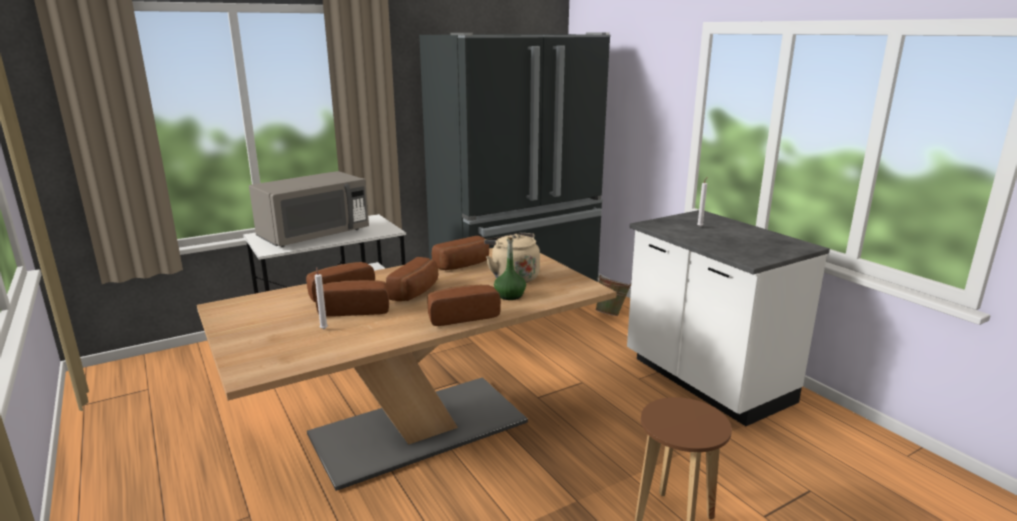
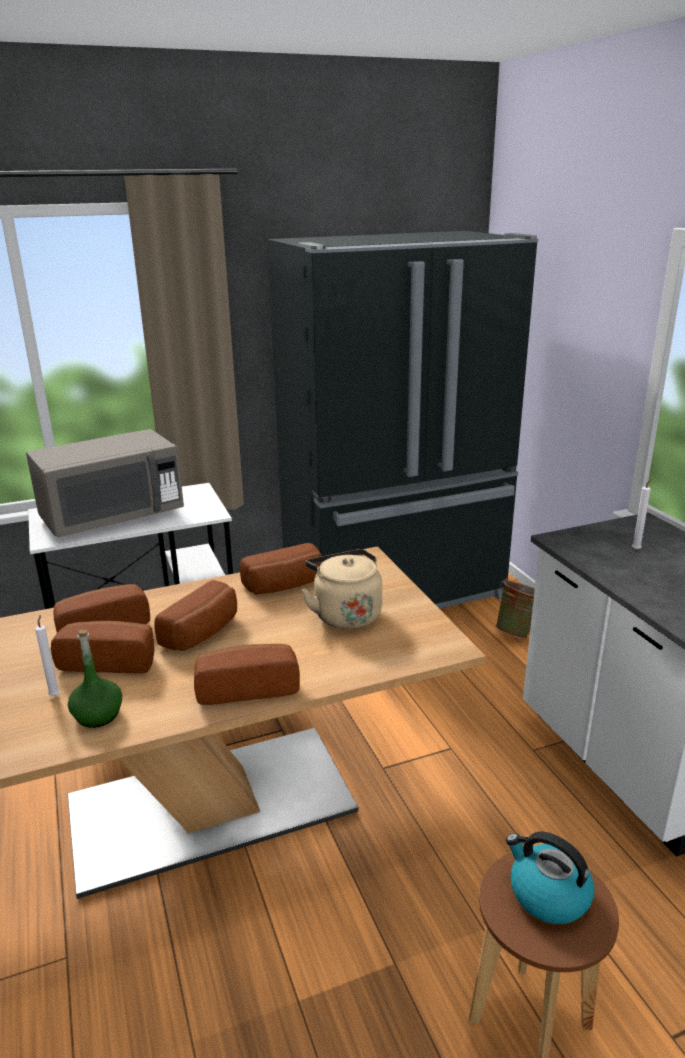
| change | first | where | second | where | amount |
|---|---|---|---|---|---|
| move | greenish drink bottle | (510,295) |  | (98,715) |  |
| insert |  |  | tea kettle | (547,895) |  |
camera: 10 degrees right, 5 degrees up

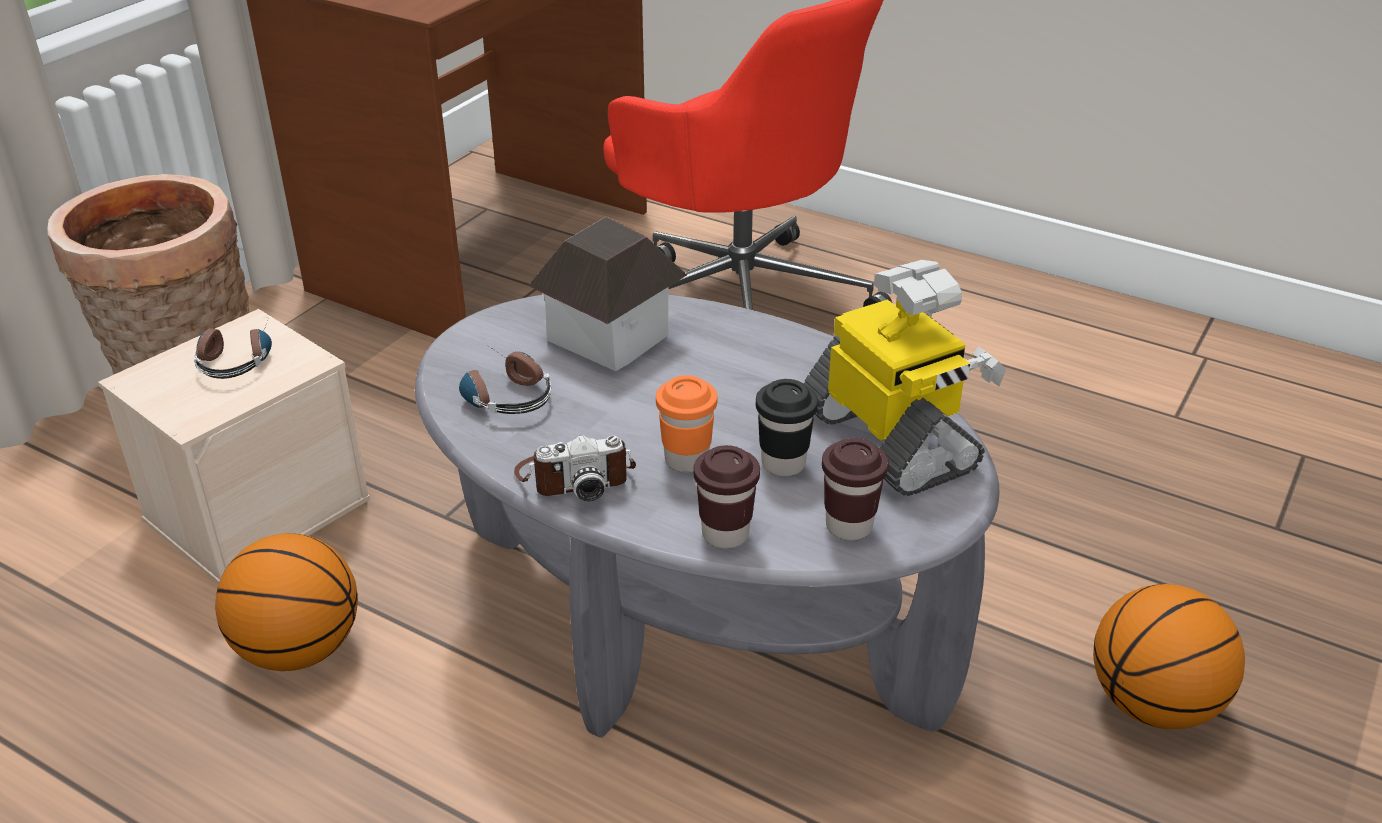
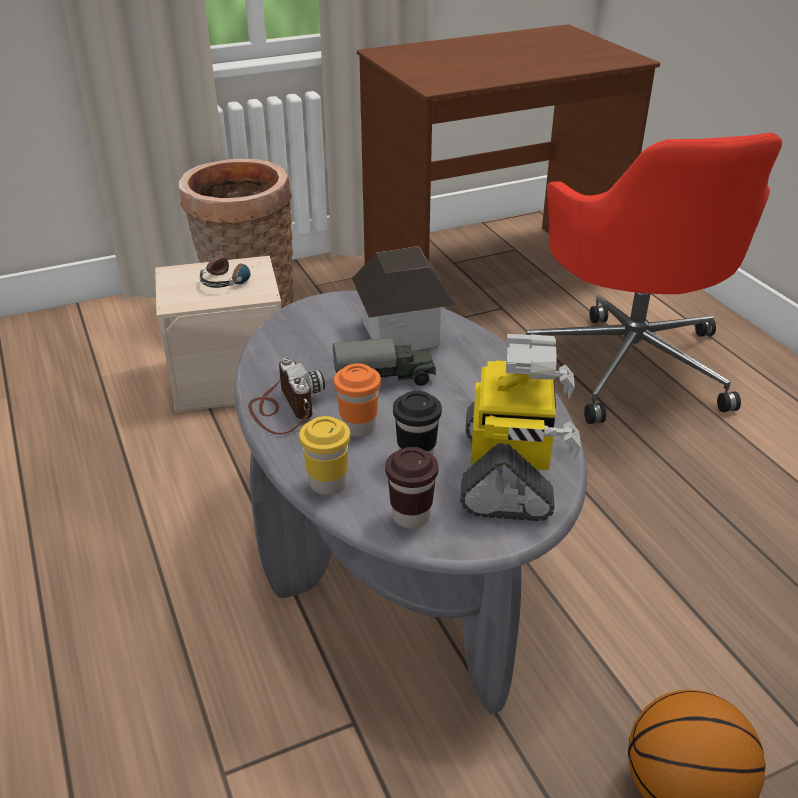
| change | first | where | second | where | amount |
|---|---|---|---|---|---|
| delete | basketball ball | (299,649) |  |  |  |
| delete | headphones | (501,393) |  |  |  |
| rotate | still camera | (575,476) |  | (284,408) | 135 degrees counterclockwise |
| recolor | brownish small cup | (725,534) | yellow small cup | (327,484) |  |
| insert |  |  | toy lorry | (385,380) |  |
camera: 35 degrees right, 0 degrees up

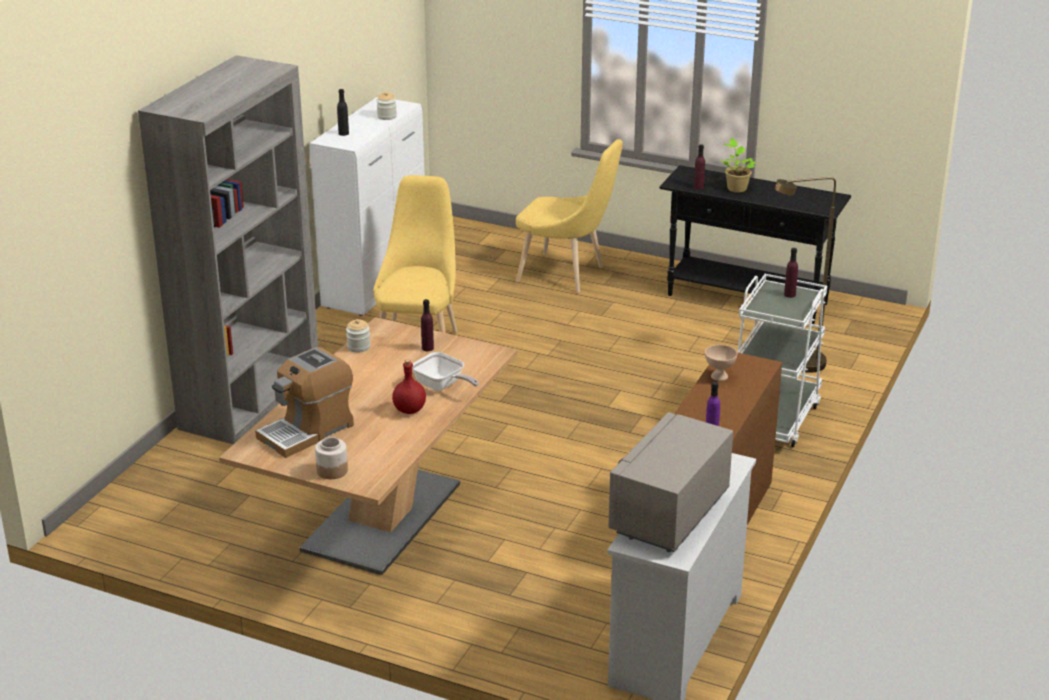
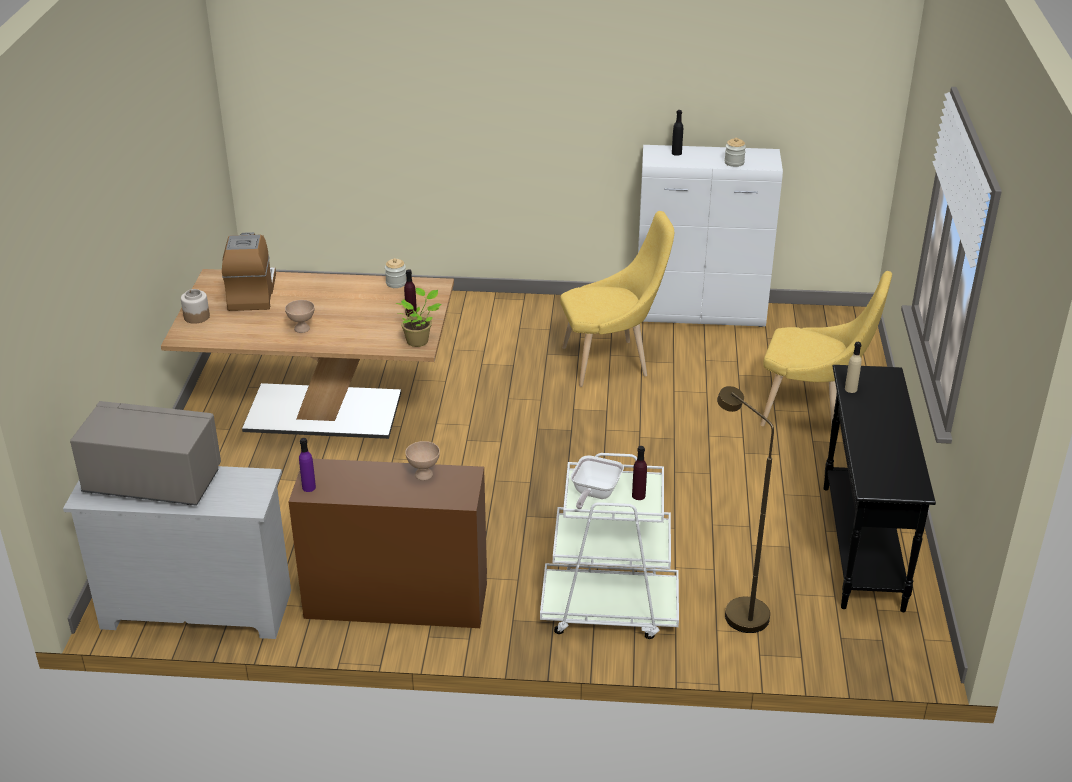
| change | first | where | second | where | amount |
|---|---|---|---|---|---|
| delete | grey bookcase | (251,399) |  |  |  |
| rotate | coffee machine | (307,431) |  | (252,293) | 60 degrees clockwise |
| replace | reddish drink bottle | (409,410) | beige deep dish | (301,328) |  |
| move | pan | (442,386) |  | (594,494) |  |
| rotate | yellow upright chair | (566,275) |  | (811,413) | 75 degrees counterclockwise |
| recolor | purple drink bottle | (698,187) | beige drink bottle | (850,389) |  |
| move | houseplant | (736,188) |  | (419,340) |  |
camera: 70 degrees right, 5 degrees up

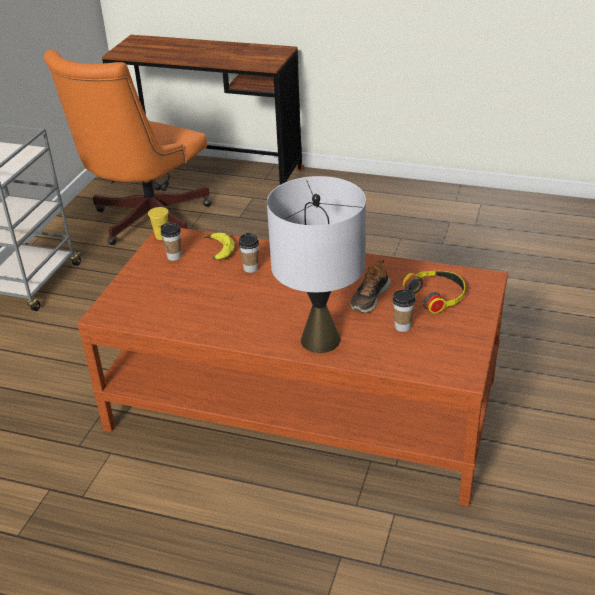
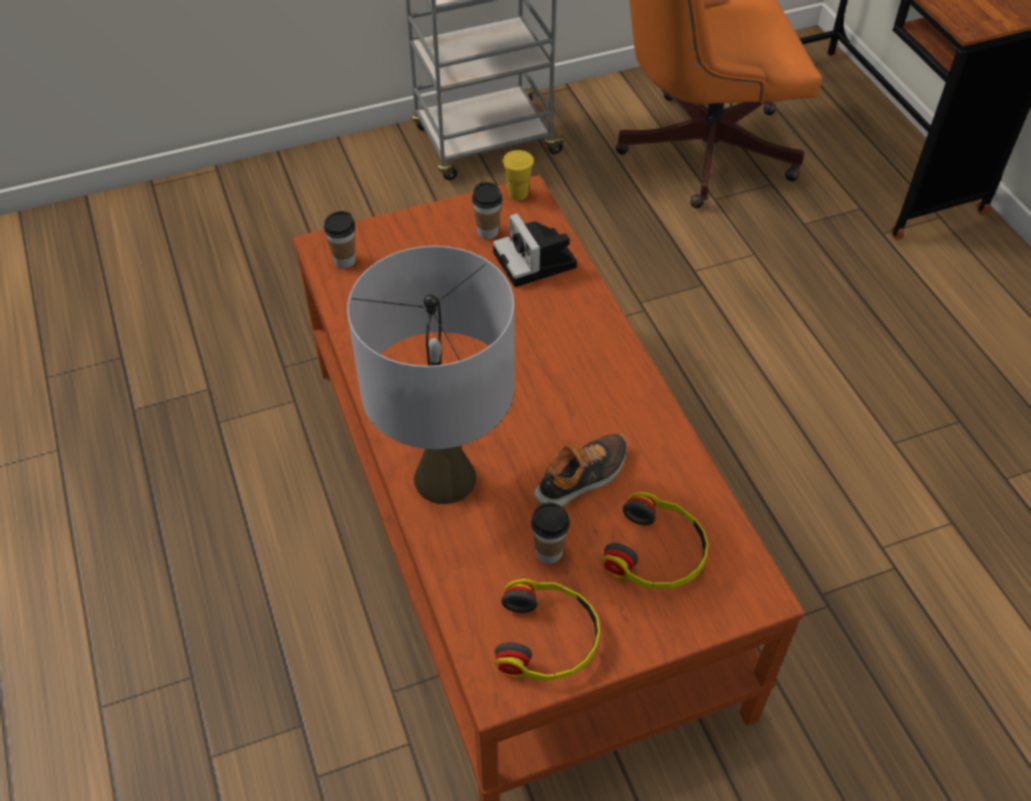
| change | first | where | second | where | amount |
|---|---|---|---|---|---|
| replace | banana fruit | (216,251) | still camera | (537,261) |  |
| move | small cup | (250,268) |  | (344,261) |  |
| rotate | low shoe | (369,297) |  | (582,477) | 150 degrees clockwise |
| insert |  |  | headphones | (548,639) |  |
camera: 50 degrees right, 15 degrees up

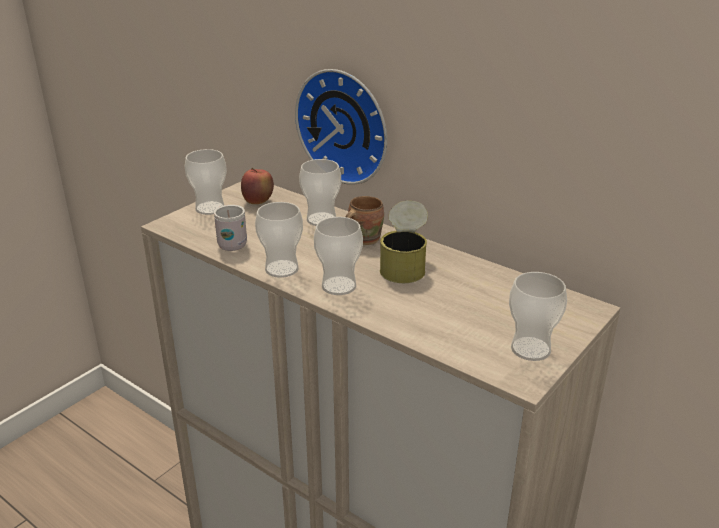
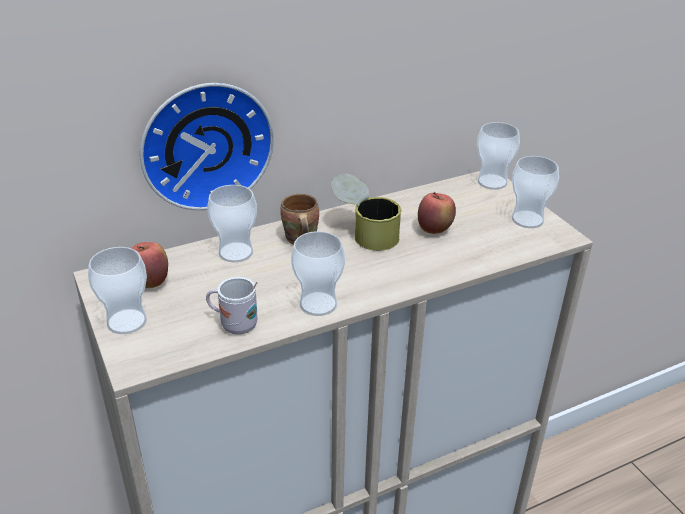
| change | first | where | second | where | amount |
|---|---|---|---|---|---|
| move | small cup | (339,286) |  | (492,182) |  |
| insert |  |  | whole apple | (434,230) |  |
camera: 65 degrees left, 5 degrees up

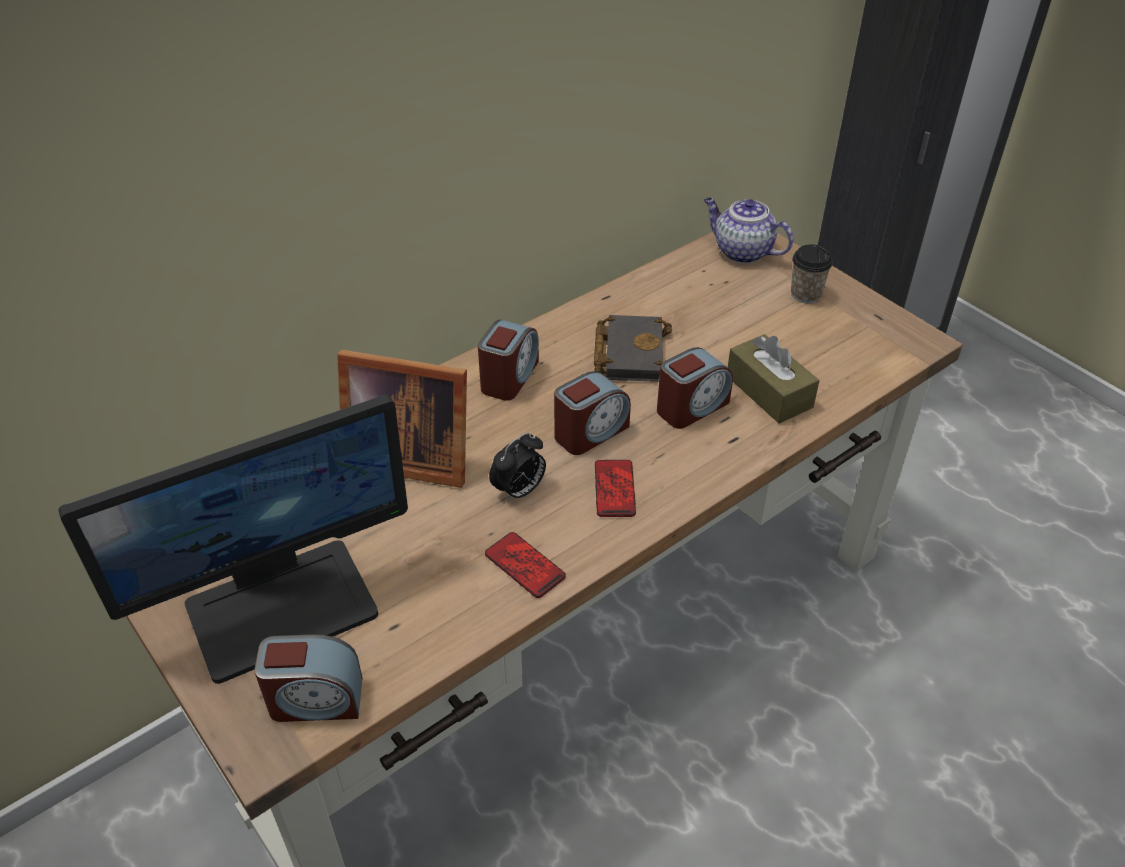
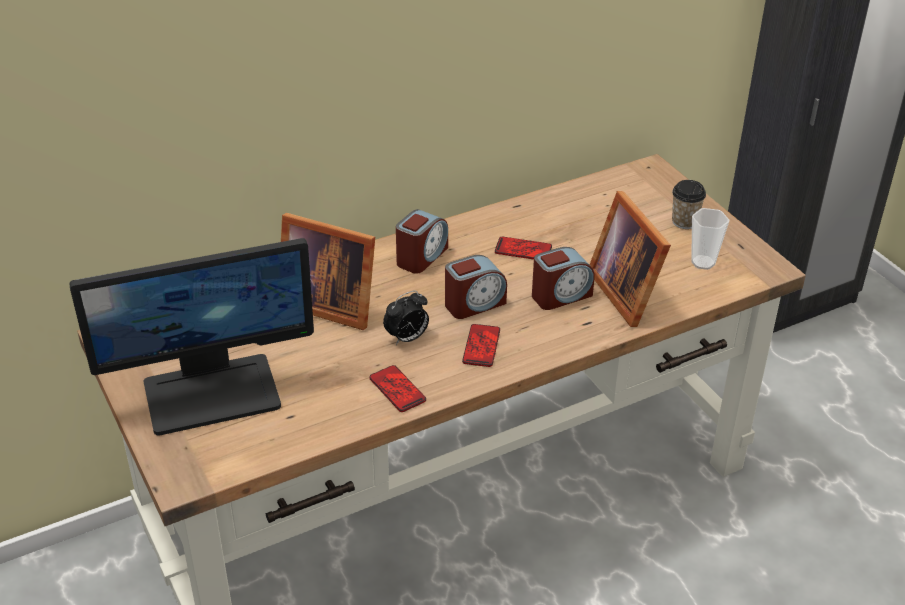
| change | first | where | second | where | amount |
|---|---|---|---|---|---|
| delete | bedside clock | (315,700) |  |  |  |
| replace | black volume | (629,353) | telephone | (523,250) |  |
| delete | pot for tea | (741,251) |  |  |  |
| replace | brownish box of tissues | (769,391) | photo frame | (628,291) |  |
| insert |  |  | small cup | (703,262) |  |
camera: 10 degrees right, 5 degrees down

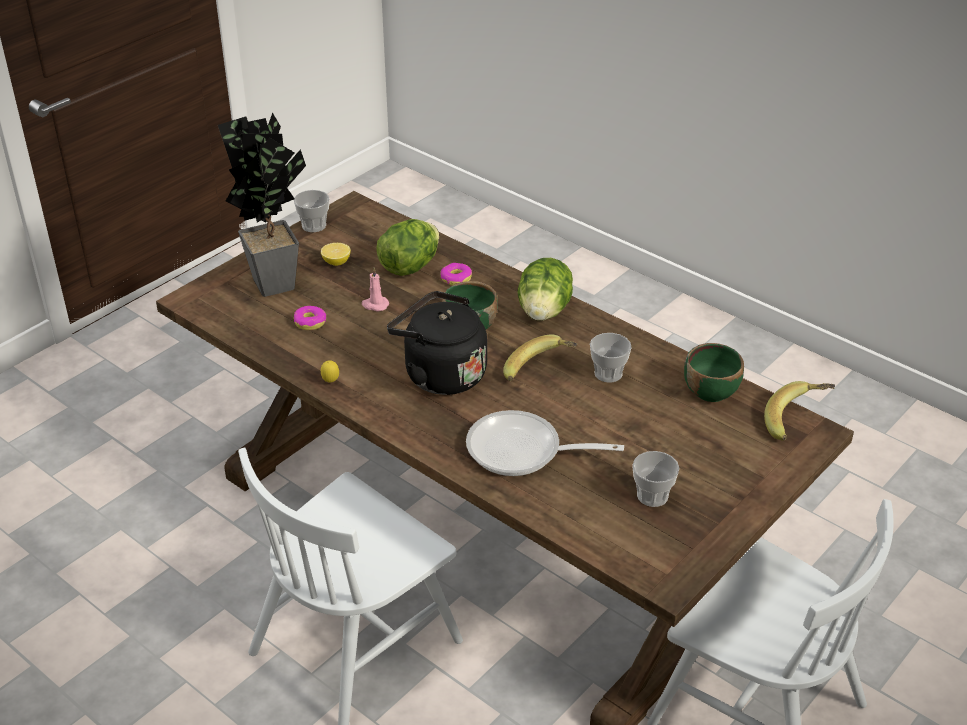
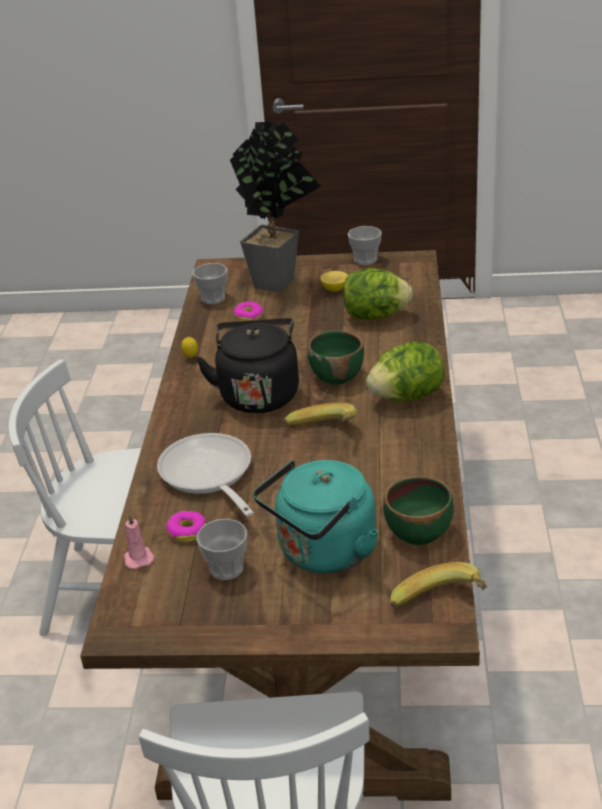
| change | first | where | second | where | amount |
|---|---|---|---|---|---|
| move | pink candle | (375,305) |  | (138,558) |  |
| move | ring doughnut | (456,278) |  | (187,531) |  |
| move | small cup | (608,373) |  | (213,298) |  |
| insert |  |  | turquoise-coloured tea kettle | (323,553) |  |
camera: 55 degrees right, 5 degrees down

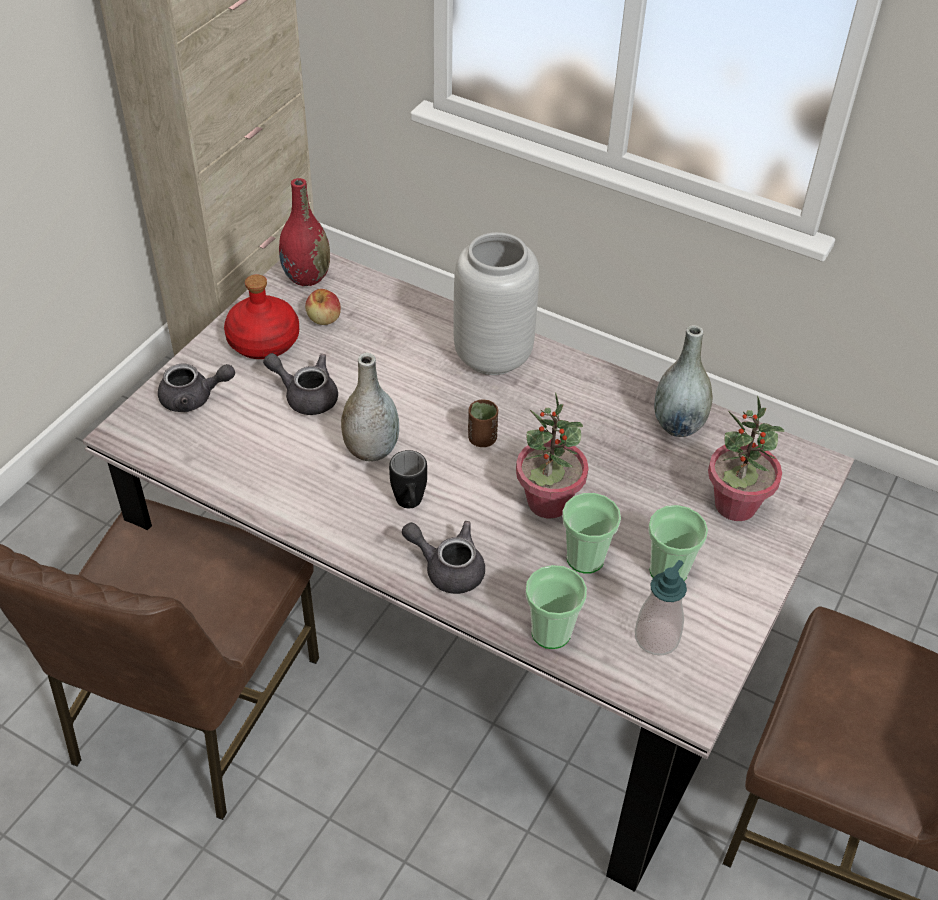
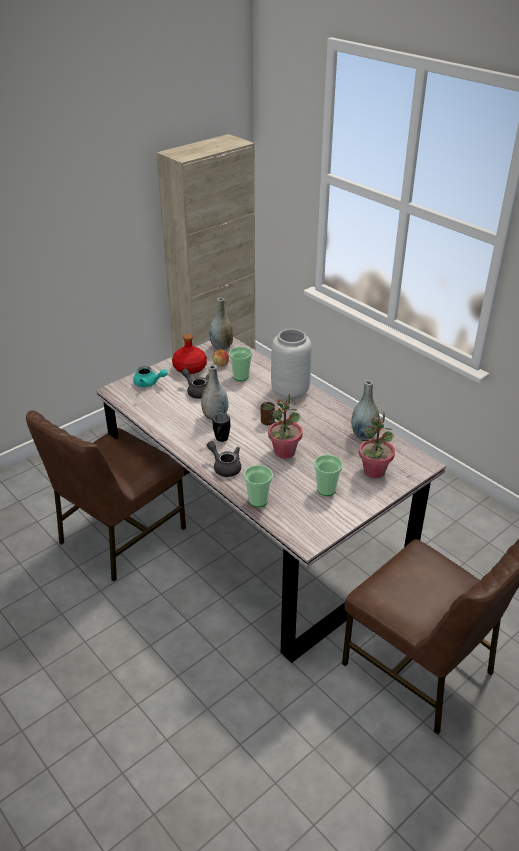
| change | first | where | second | where | amount |
|---|---|---|---|---|---|
| recolor | grey pot for tea | (194,398) | turquoise-coloured pot for tea | (149,383) |  |
| recolor | reddish vase | (307,277) | grey vase | (221,347) |  |
| move | small cup | (585,558) |  | (241,376) |  |
| delete | soap dispenser | (656,638) |  |  |  |
camera: 20 degrees right, 10 degrees down

